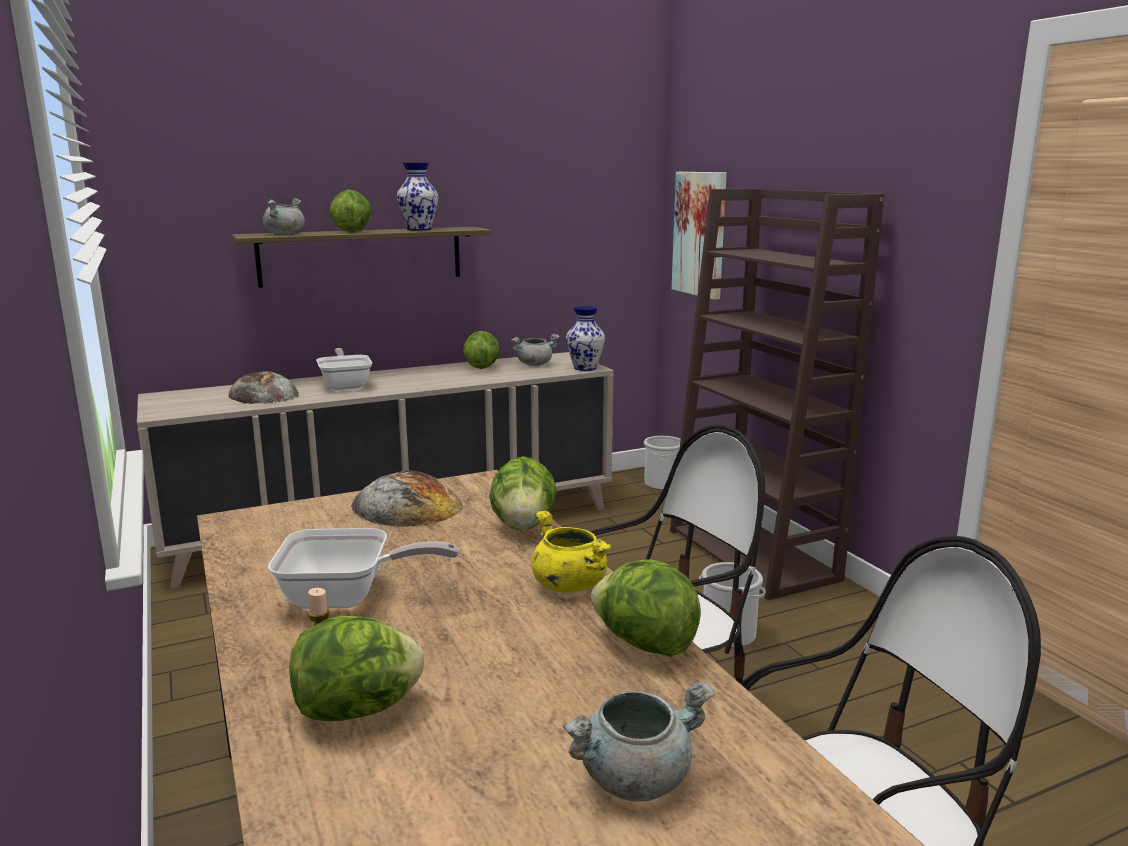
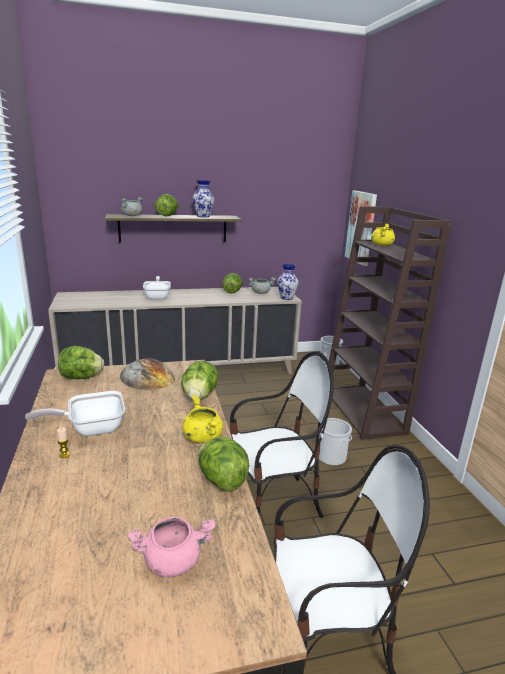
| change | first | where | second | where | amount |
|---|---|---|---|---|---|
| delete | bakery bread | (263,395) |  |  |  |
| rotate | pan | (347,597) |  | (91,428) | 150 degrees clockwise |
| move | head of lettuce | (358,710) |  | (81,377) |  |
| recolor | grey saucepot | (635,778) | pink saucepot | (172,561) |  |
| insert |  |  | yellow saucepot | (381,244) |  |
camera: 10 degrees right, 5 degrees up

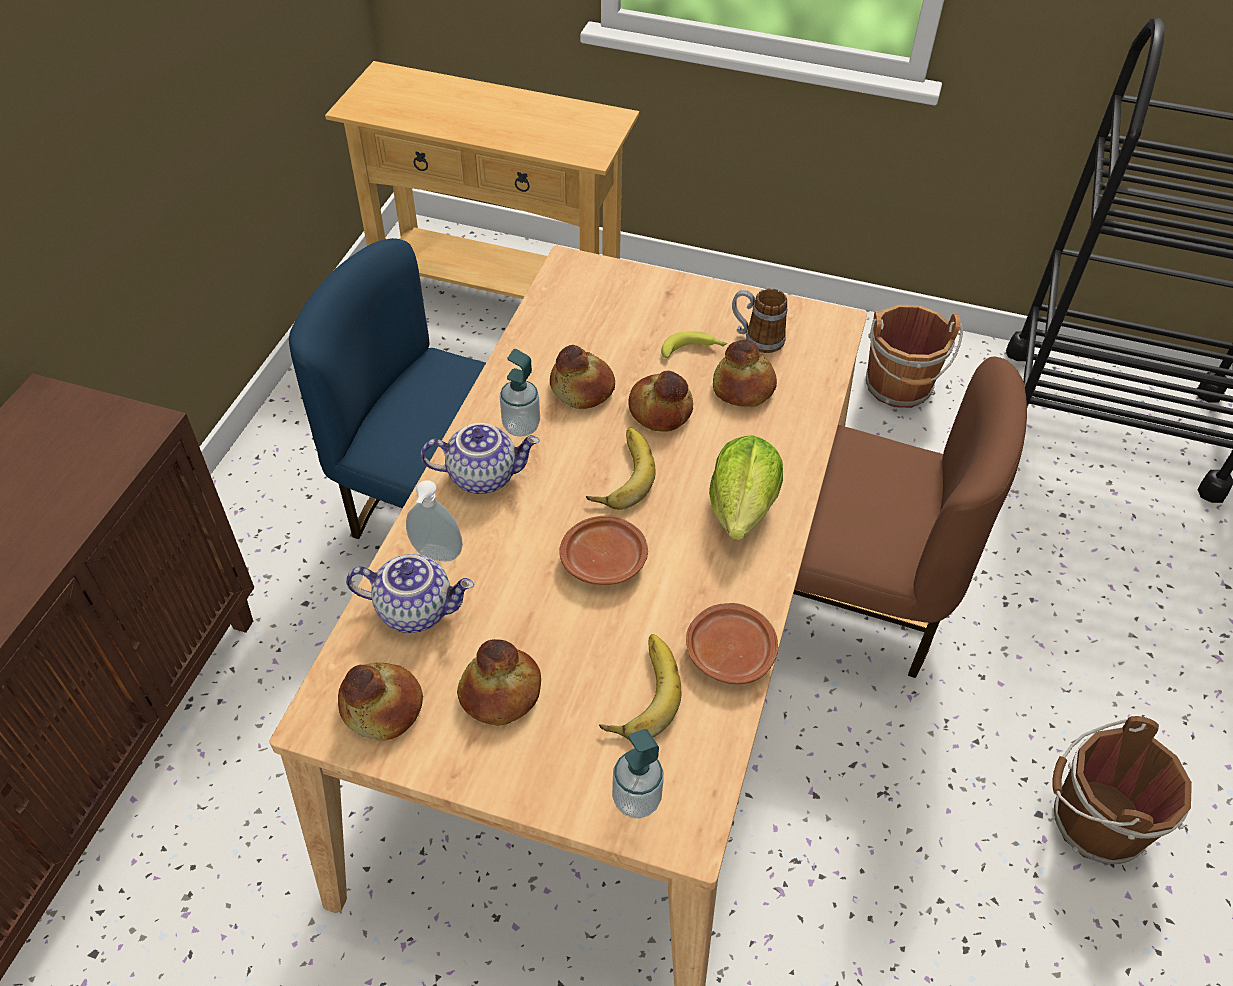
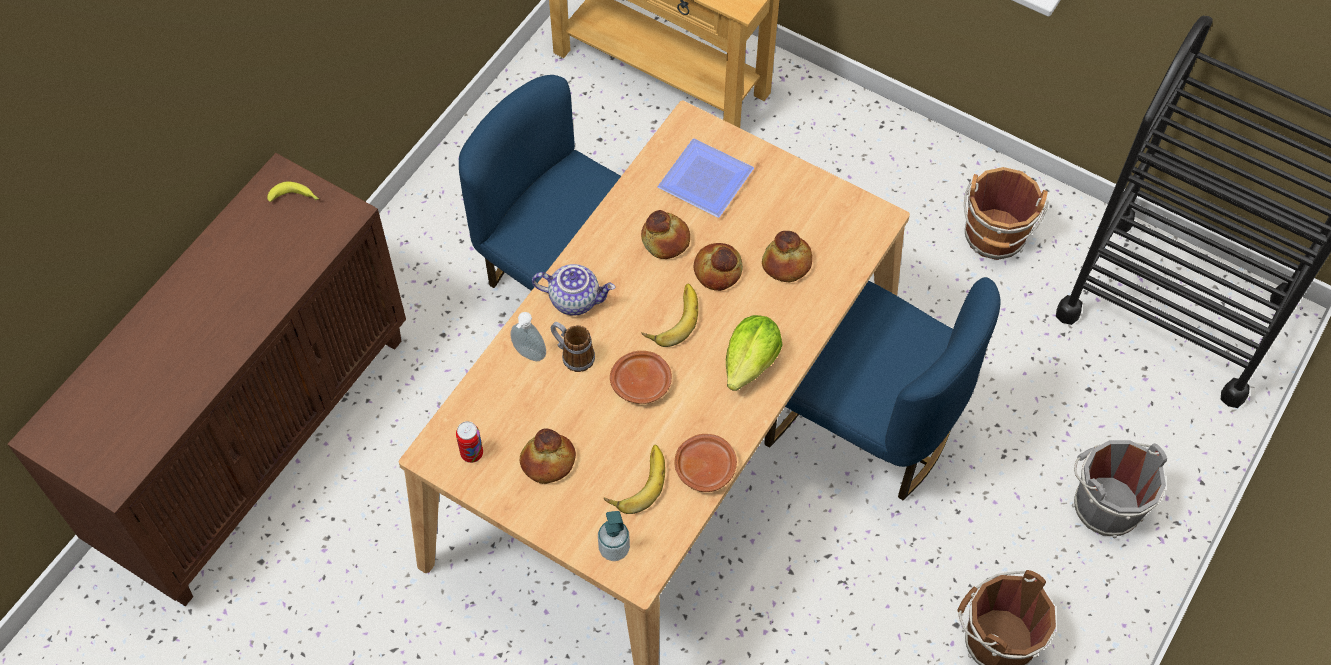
| change | first | where | second | where | amount |
|---|---|---|---|---|---|
| replace | bakery bread | (382,706) | can | (472,453) |  |
| delete | pot for tea | (416,608) |  |  |  |
| delete | soap dispenser | (521,426) |  |  |  |
| move | banana fruit | (693,350) |  | (295,198) |  |
| move | mug | (756,338) |  | (572,355) |  |
| recolor | brownish upright chair | (840,605) | bluish upright chair | (865,427) |  |
| insert |  |  | dinner plate | (709,180) |  |
| insert |  |  | grey pail | (1104,504) |  |
camera: 15 degrees right, 10 degrees up

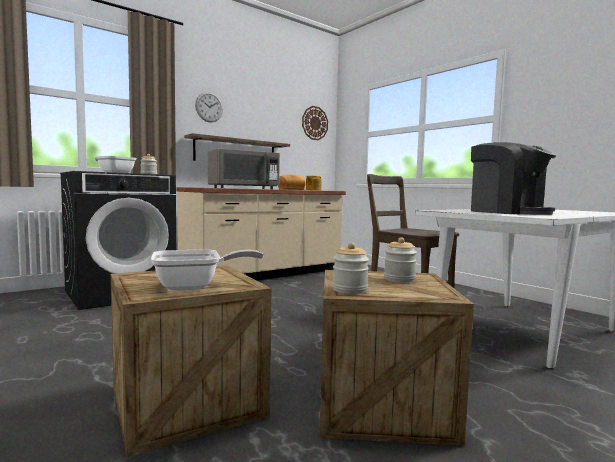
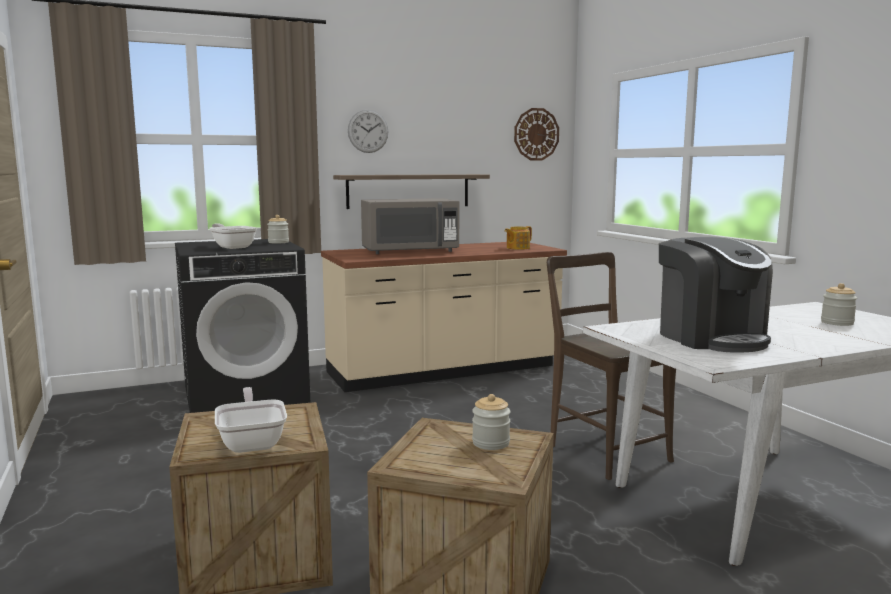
| change | first | where | second | where | amount |
|---|---|---|---|---|---|
| rotate | pan | (195,286) |  | (252,442) | 105 degrees counterclockwise |
| delete | bakery bread | (291,189) |  |  |  |
| move | storage jar | (350,290) |  | (837,323) |  |
camera: 15 degrees right, 5 degrees up

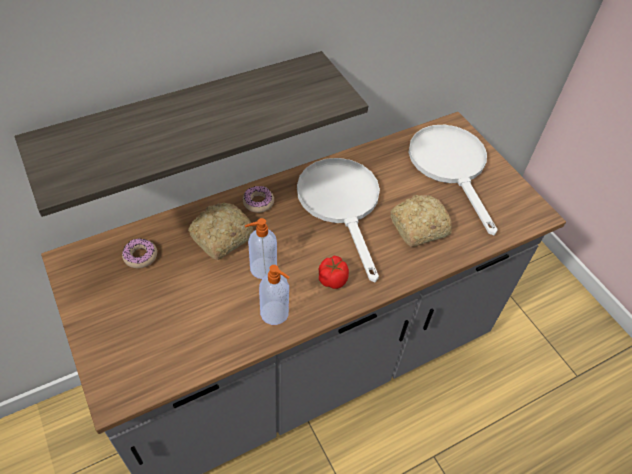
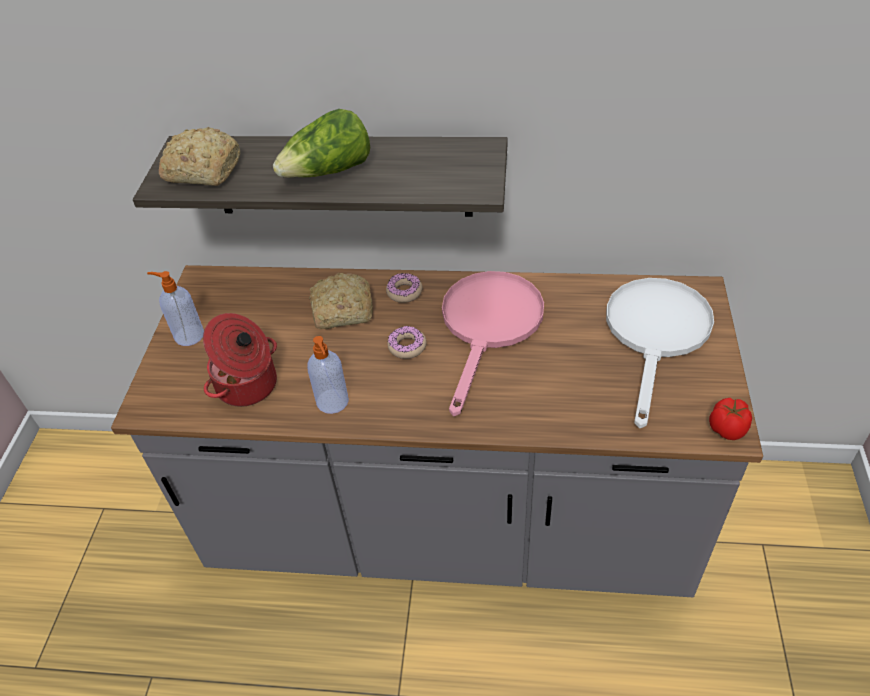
| change | first | where | second | where | amount |
|---|---|---|---|---|---|
| move | ring doughnut | (140,256) |  | (407,346) |  |
| move | soap dispenser | (262,268) |  | (188,335) |  |
| recolor | white-coloured pan | (342,204) | pink pan | (489,326) |  |
| move | fresh tomato | (332,279) |  | (728,428) |  |
| move | bakery bread | (417,227) |  | (202,170) |  |
| insert |  |  | saucepot | (248,385) |  |
| insert |  |  | head of lettuce | (328,172) |  |
camera: 40 degrees right, 5 degrees down

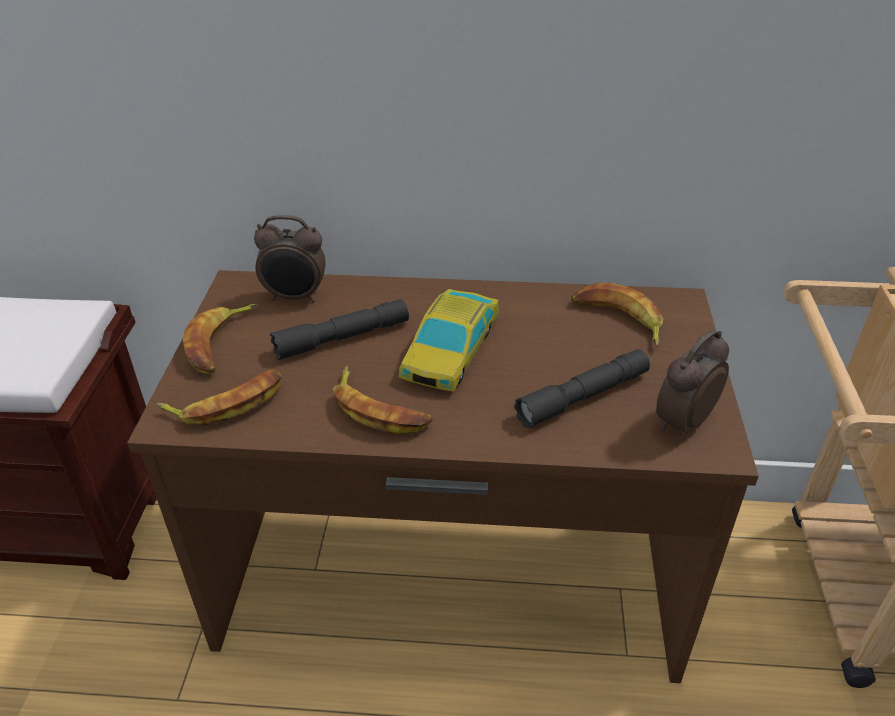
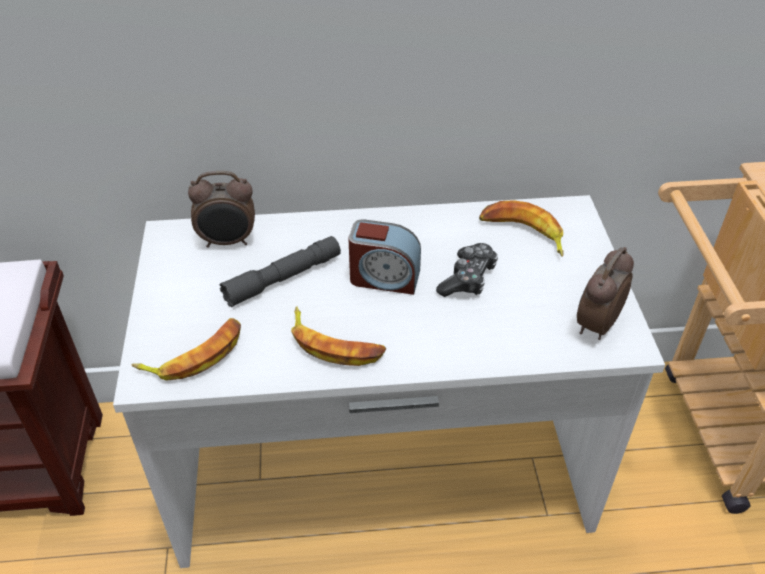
| change | first | where | second | where | amount |
|---|---|---|---|---|---|
| recolor | brownish desk | (449,576) | white-coloured desk | (382,468) |  |
| delete | banana fruit | (221,343) |  |  |  |
| replace | toy car | (451,349) | bedside clock | (384,278) |  |
| delete | grey flashlight | (583,397) |  |  |  |
| insert |  |  | joypad | (468,278) |  |
camera: 10 degrees left, 5 degrees up

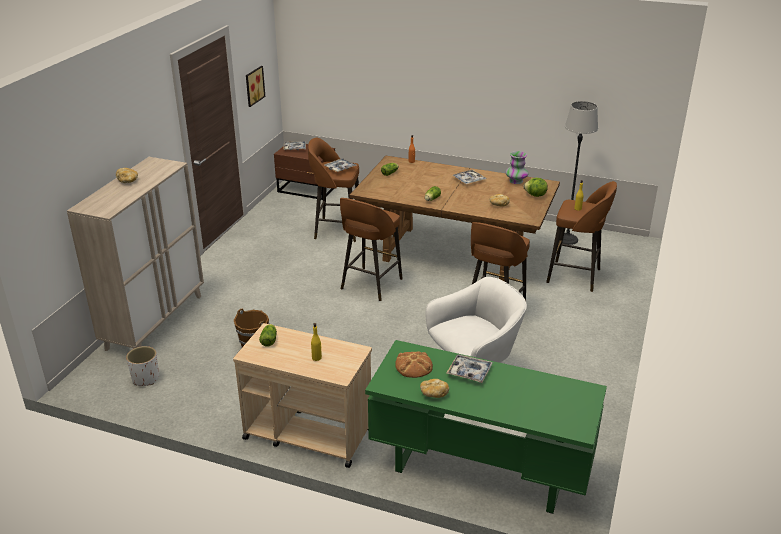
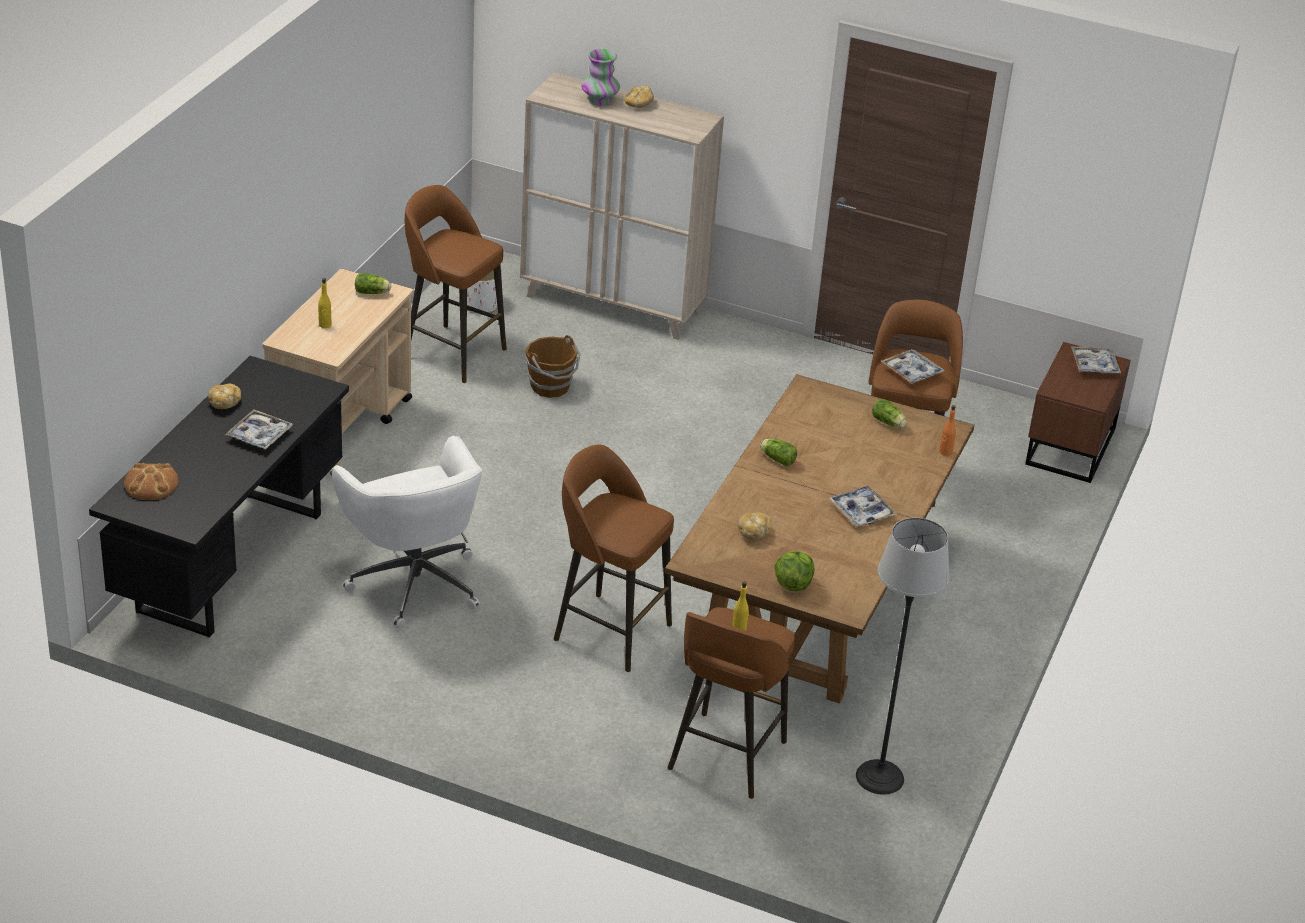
| change | first | where | second | where | amount |
|---|---|---|---|---|---|
| delete | picture | (253,85) |  |  |  |
| move | brownish stool | (370,285) |  | (452,352) |  |
| recolor | greenish desk | (478,471) | black desk | (230,561) |  |
| move | bakery bread | (413,366) |  | (151,484) |  |
| move | vase | (516,181) |  | (599,100) |  |
camera: 90 degrees right, 5 degrees up

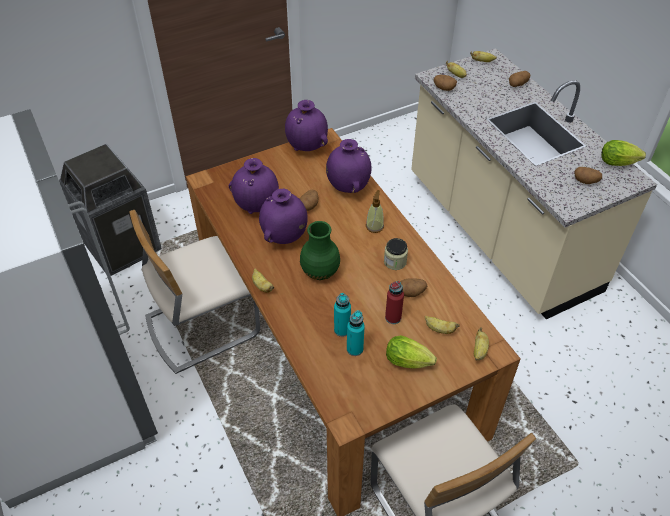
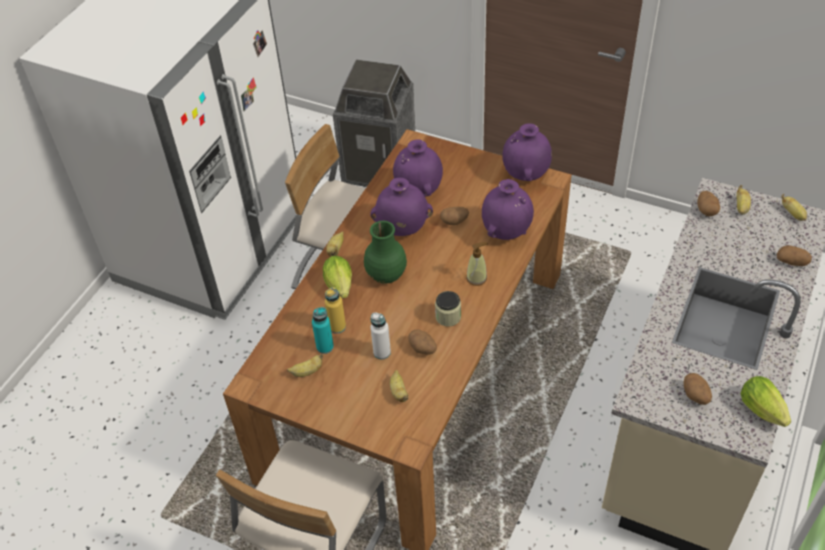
| change | first | where | second | where | amount |
|---|---|---|---|---|---|
| recolor | turquoise-coloured drink bottle | (342,330) | yellow drink bottle | (337,327) |  |
| recolor | reddish drink bottle | (393,317) | white-coloured drink bottle | (382,352) |  |
| move | head of lettuce | (410,362) |  | (340,288) |  |
| move | banana fruit | (479,351) |  | (307,372) |  |
camera: 55 degrees right, 0 degrees up

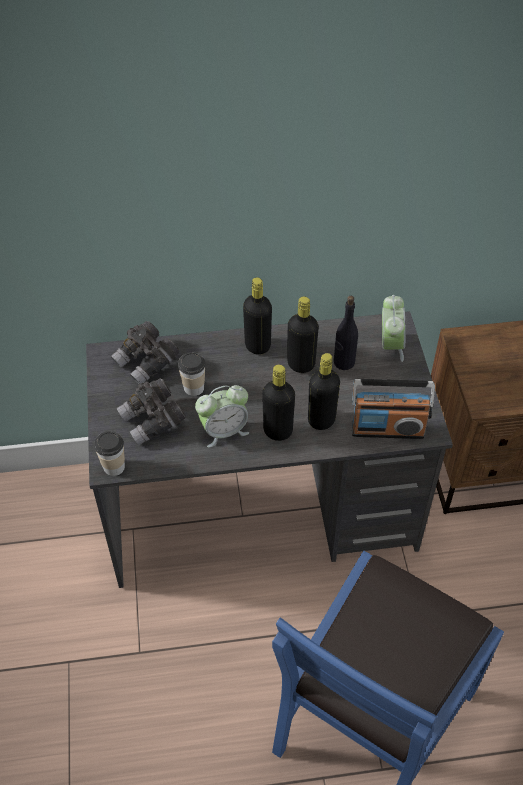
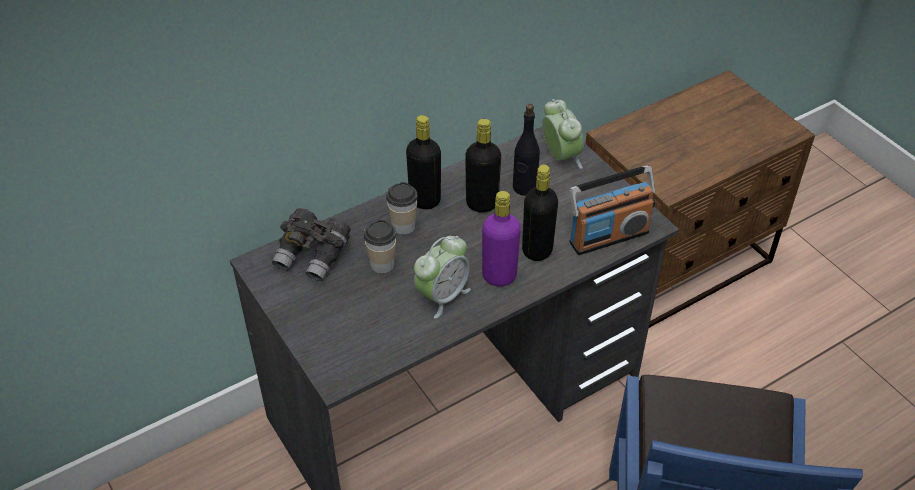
| change | first | where | second | where | amount |
|---|---|---|---|---|---|
| move | small cup | (114,467) |  | (403,226) |  |
| delete | grey field glasses | (153,421) |  |  |  |
| recolor | black drink bottle | (278,431) | purple drink bottle | (499,276) |  |
camera: 25 degrees left, 5 degrees down

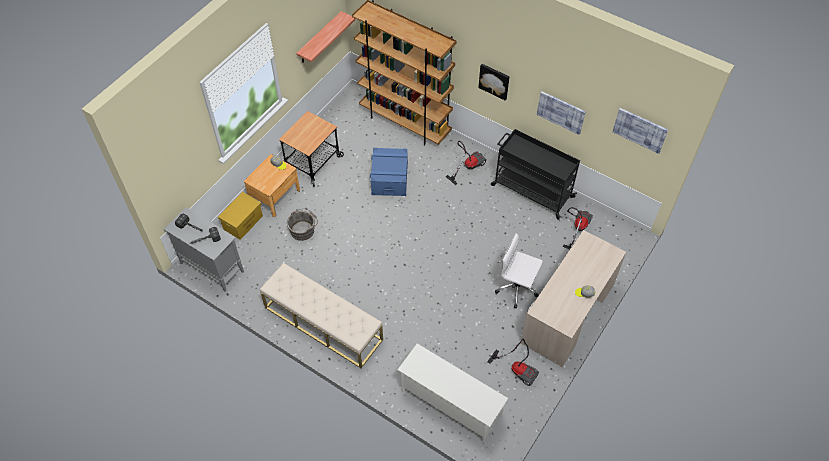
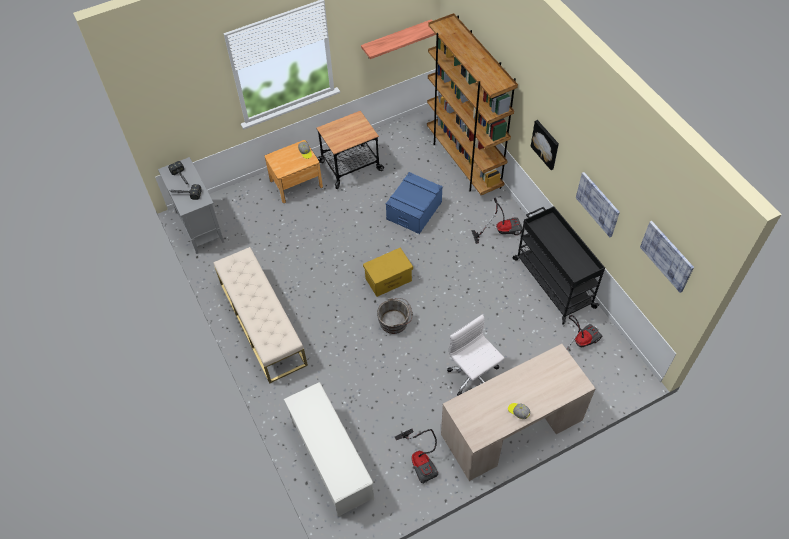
| change | first | where | second | where | amount |
|---|---|---|---|---|---|
| move | yellow storage box | (243,223) |  | (388,280) |  |
| move | grey pail | (303,229) |  | (395,321) |  |
camera: 30 degrees right, 0 degrees up

